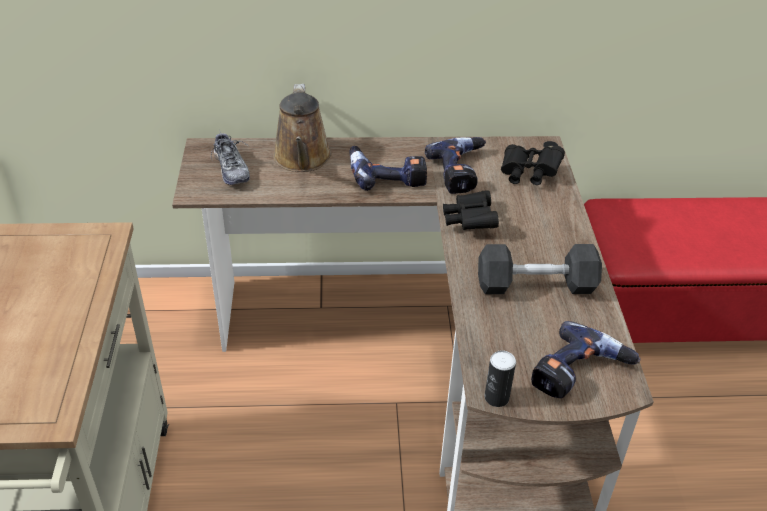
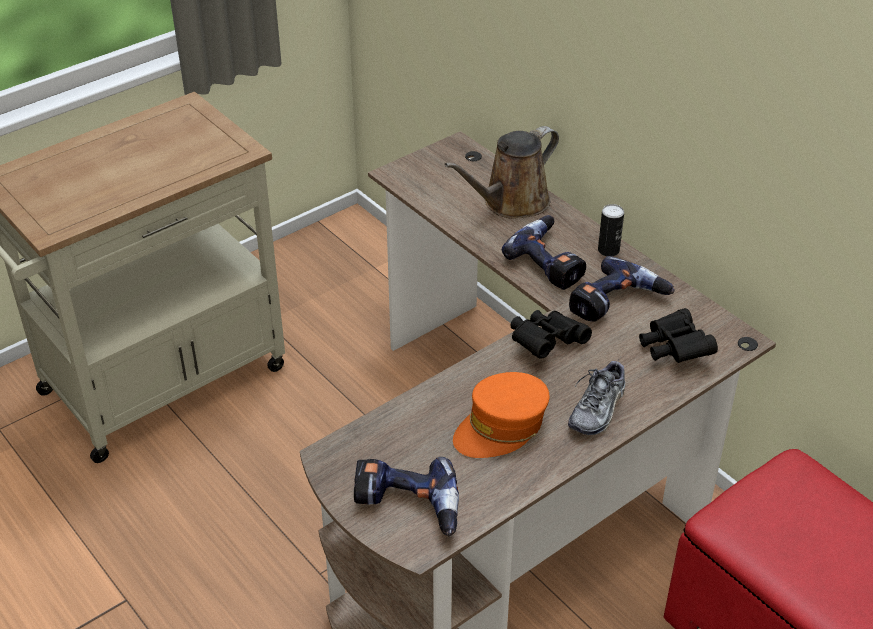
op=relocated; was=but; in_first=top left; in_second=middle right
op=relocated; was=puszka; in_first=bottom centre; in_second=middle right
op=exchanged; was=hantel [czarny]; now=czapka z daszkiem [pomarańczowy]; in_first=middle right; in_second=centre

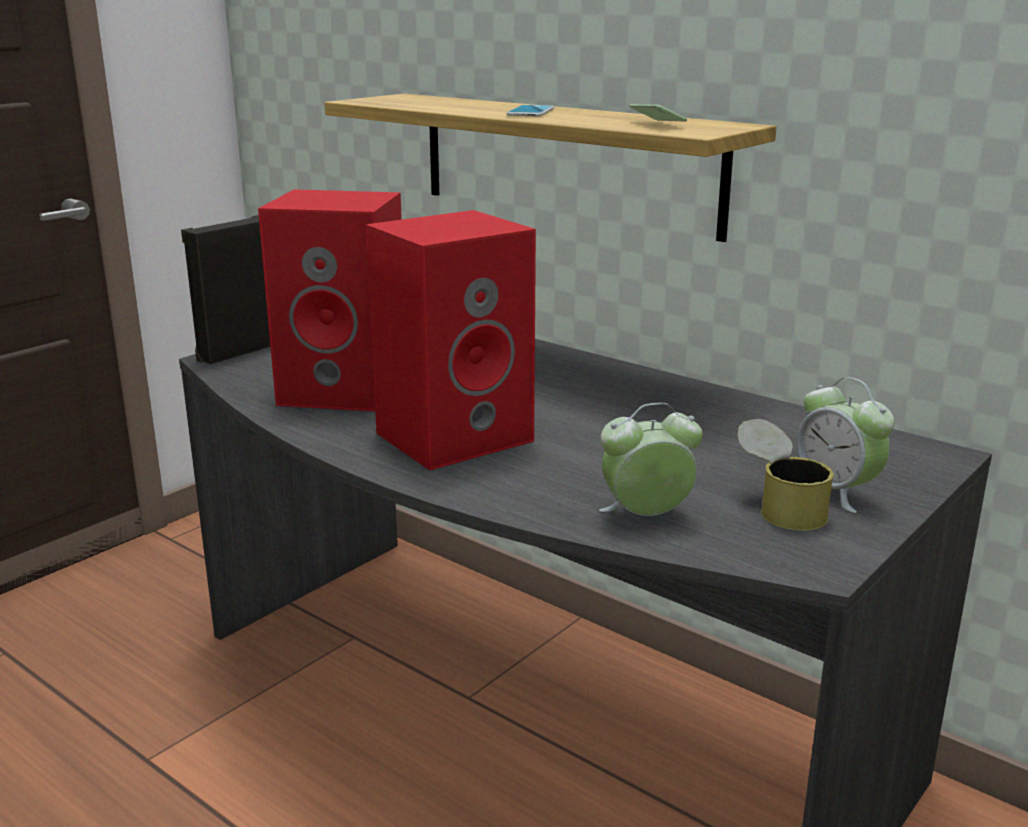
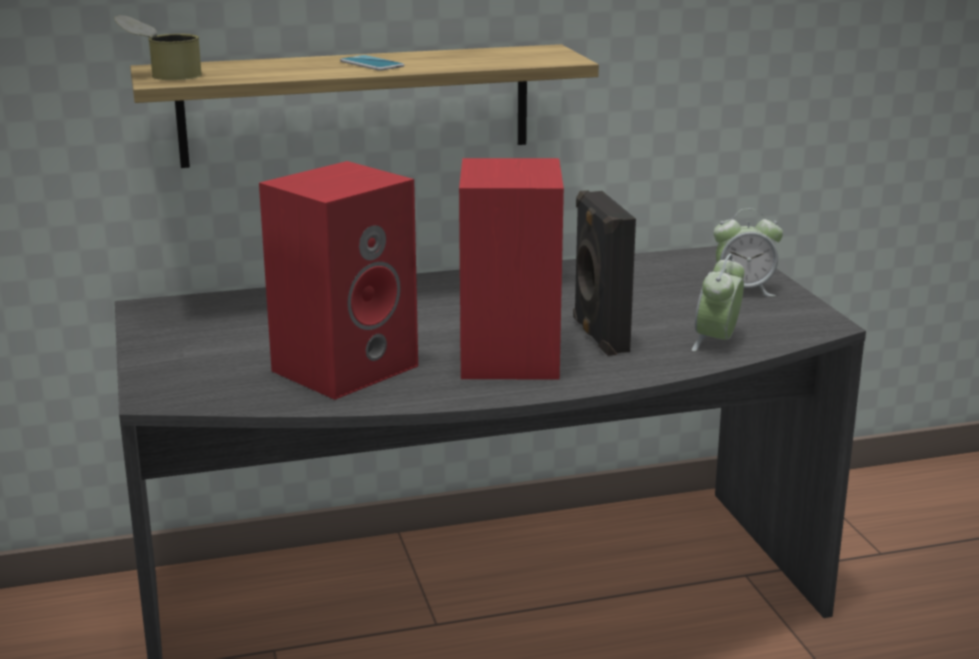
op=missing; was=telefon (no. 2 from left); in_first=top centre
op=relocated; was=głośnik [czarny]; in_first=middle left; in_second=centre
op=relocated; was=puszka; in_first=middle right; in_second=top left

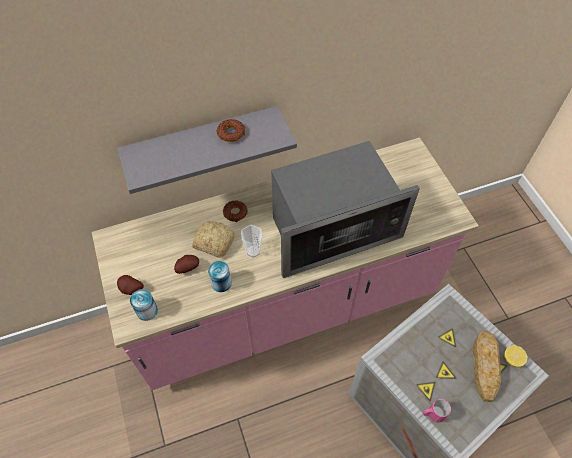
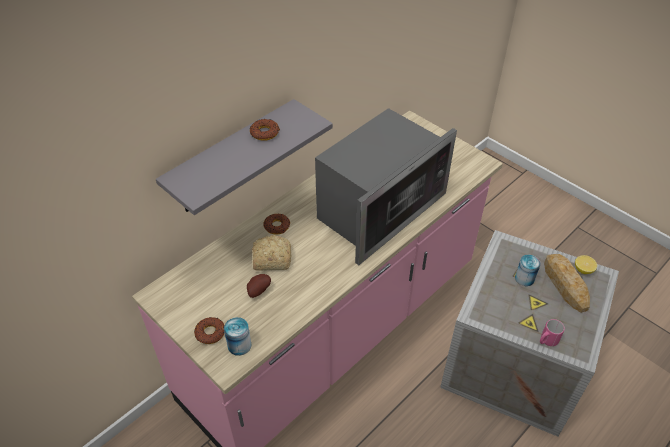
op=missing; was=filiżanka; in_first=centre
op=relocated; was=puszka (no. 2 from left); in_first=centre; in_second=middle right
op=exchanged; was=ziemniak (no. 1 from left); now=donut (no. 1 from left); in_first=middle left; in_second=bottom left

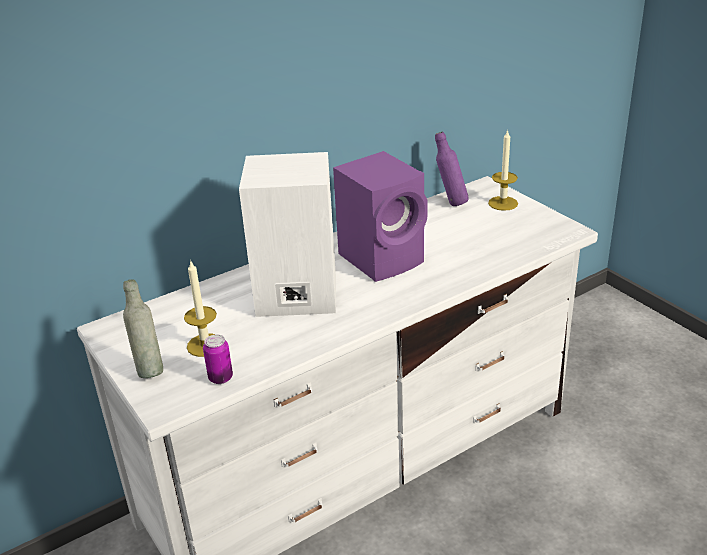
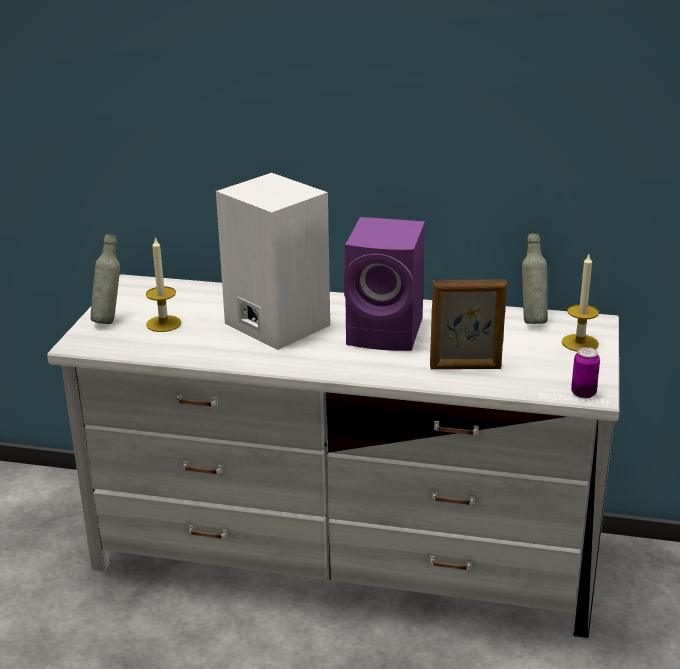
op=appeared; now=ramka na zdjęcie; in_second=middle right
op=relocated; was=puszka; in_first=middle left; in_second=middle right
op=colour; was=butelka [fioletowy]; now=butelka [szary] (no. 2 from left); in_first=top centre; in_second=middle right

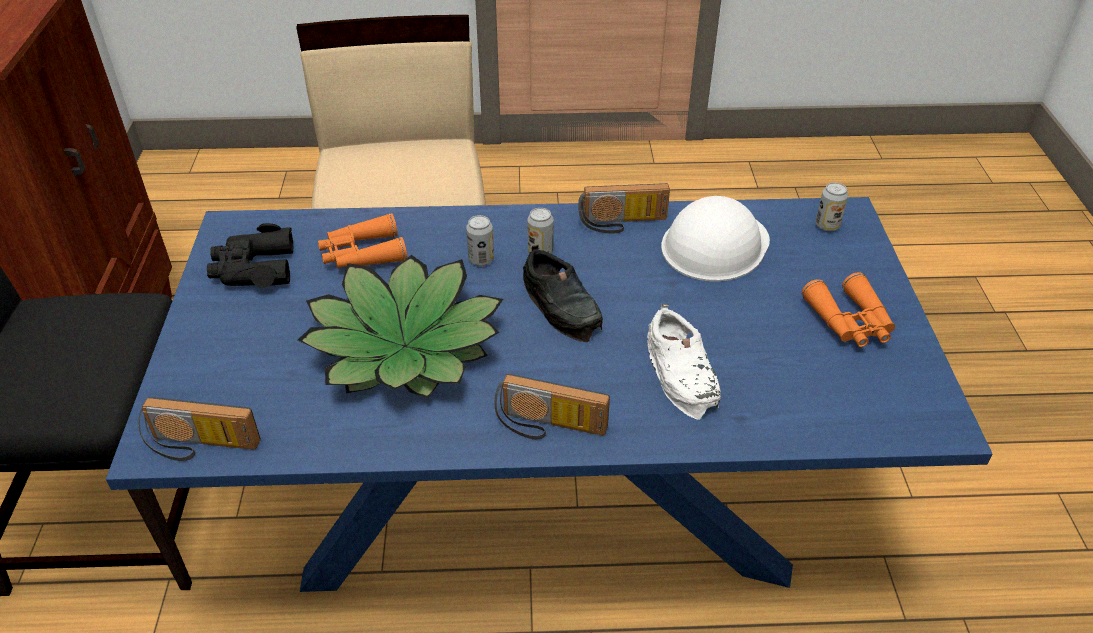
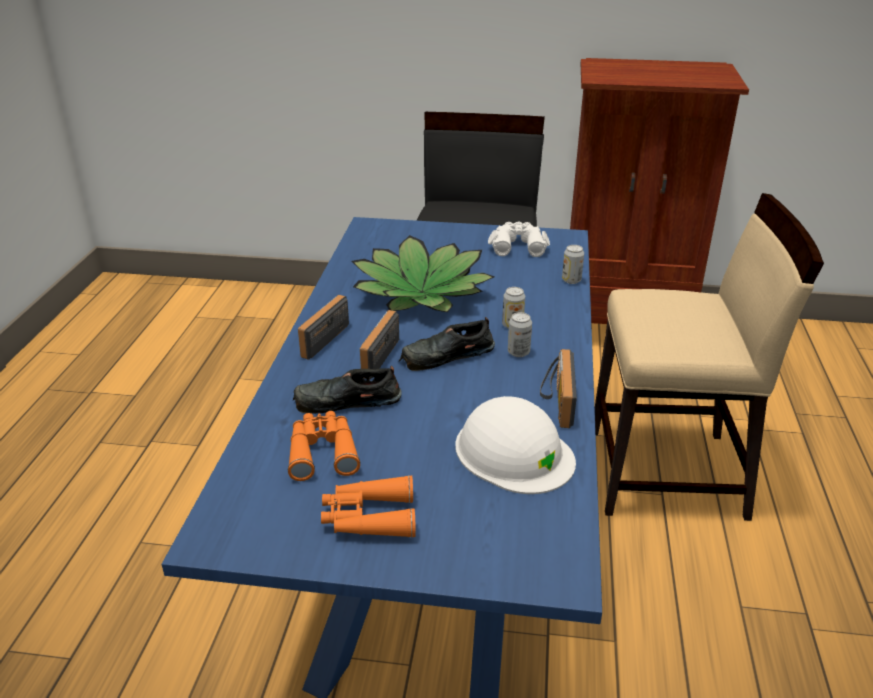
op=relocated; was=radio (no. 1 from left in the first image); now=radio (no. 2 from left); in_first=bottom left; in_second=centre
op=relocated; was=lornetka [pomarańczowy] (no. 1 from left); in_first=middle left; in_second=centre
op=relocated; was=puszka (no. 3 from left); in_first=top right; in_second=centre
op=colour; was=lornetka [czarny]; now=lornetka [biały]; in_first=middle left; in_second=centre
op=colour; was=but [biały]; now=but [czarny] (no. 1 from left); in_first=centre; in_second=centre

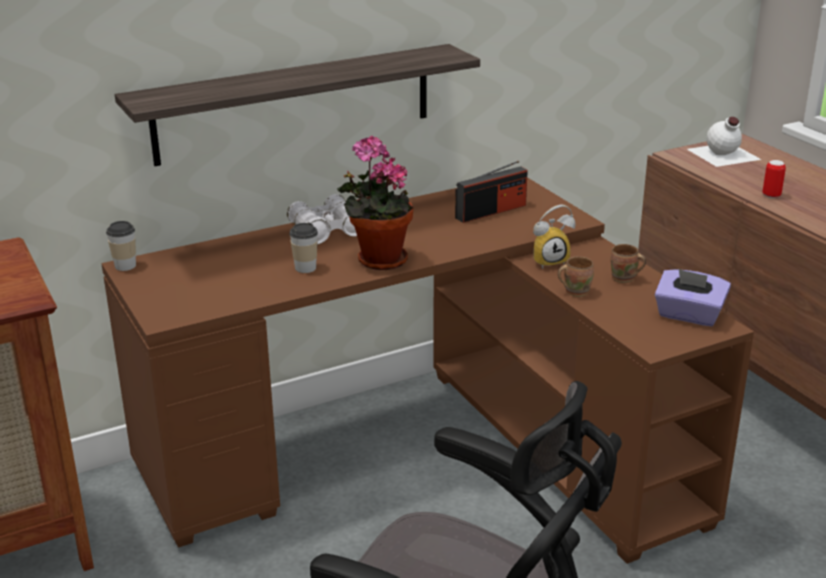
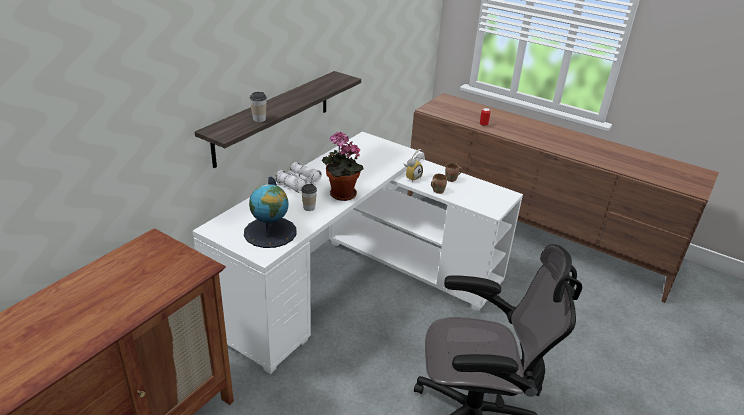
op=missing; was=radio; in_first=top centre
op=missing; was=pudełko chusteczek [fioletowy]; in_first=middle right
op=missing; was=butelka [biały]; in_first=top right
op=appeared; now=globus; in_second=centre
op=relocated; was=filiżanka (no. 1 from left); in_first=middle left; in_second=top centre
op=colour; was=biurko [brązowy]; now=biurko [biały]; in_first=centre; in_second=centre

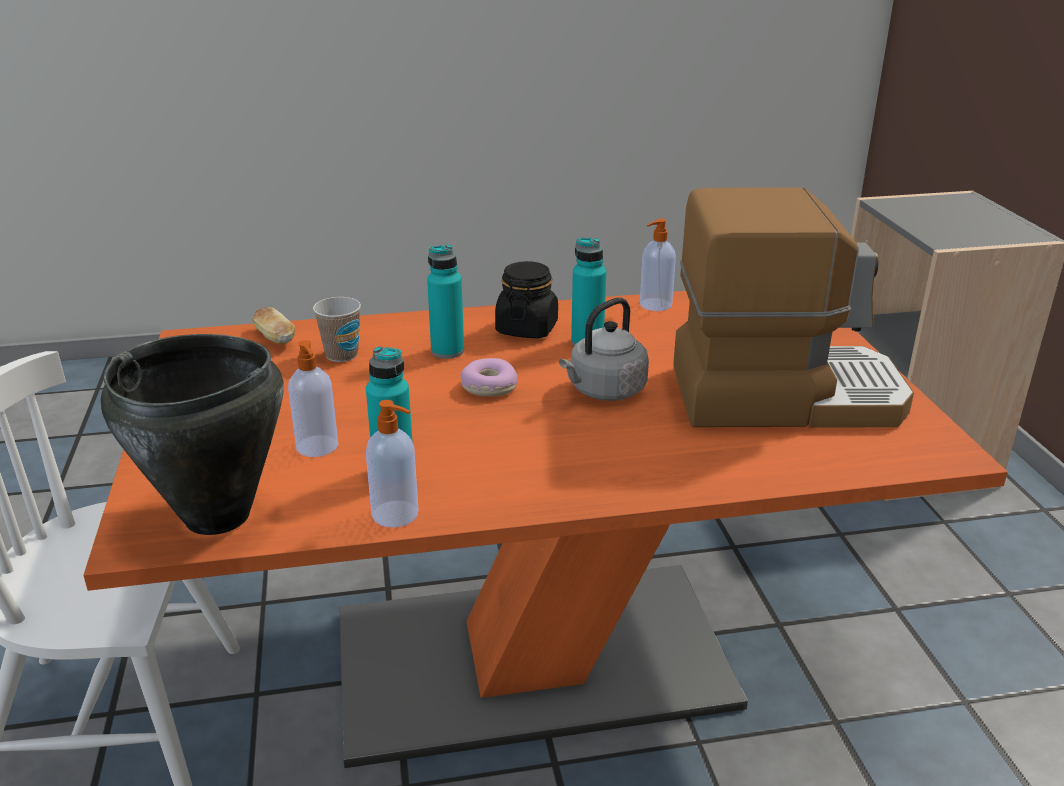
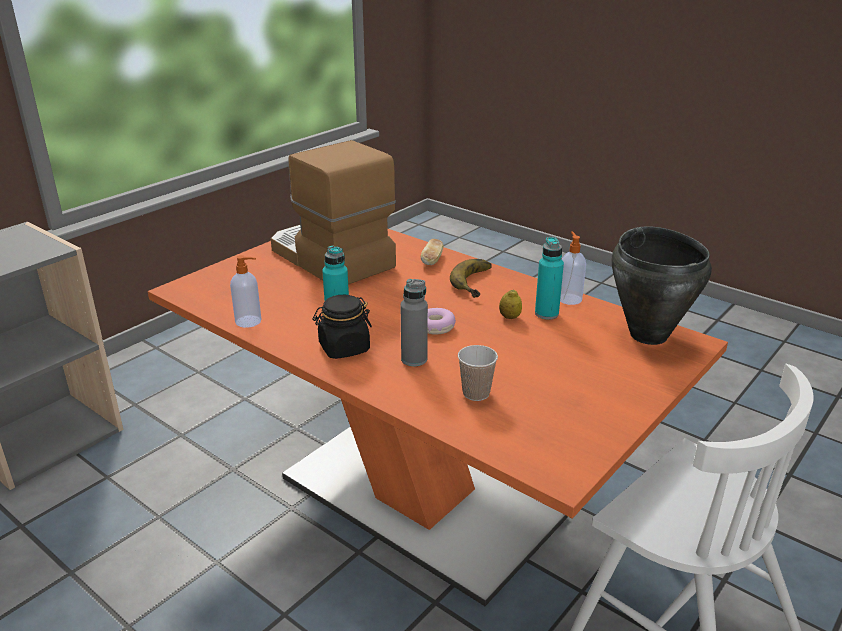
op=missing; was=dozownik mydła (no. 1 from left); in_first=middle left
op=missing; was=czajnik [szary]; in_first=centre
op=appeared; now=banan; in_second=centre
op=appeared; now=cytryna; in_second=centre
op=relocated; was=chleb; in_first=middle left; in_second=centre
op=colour; was=butelka [turkusowy] (no. 2 from left); now=butelka [szary]; in_first=centre; in_second=centre

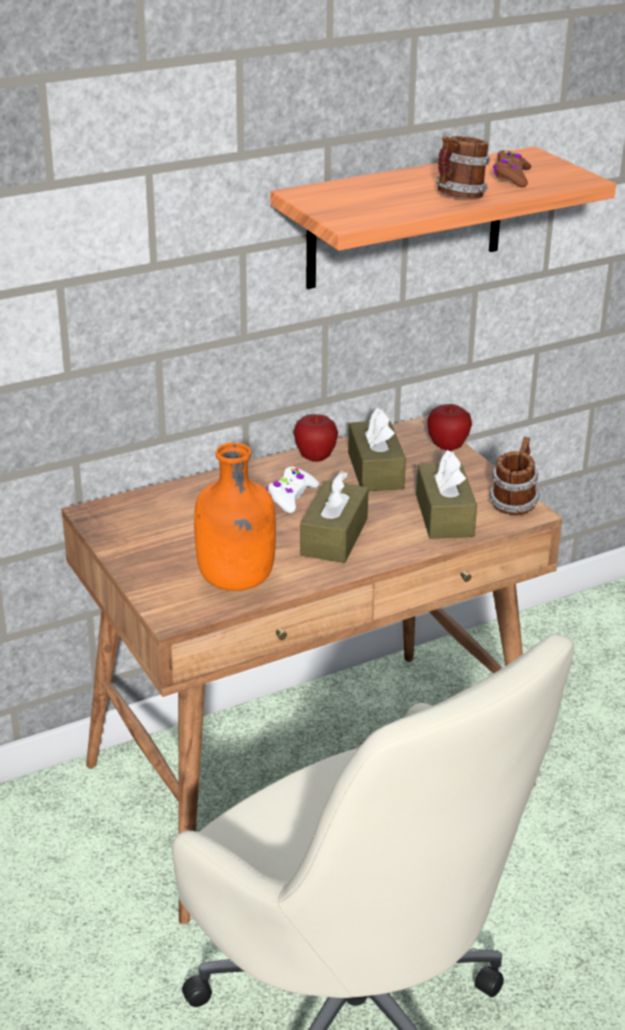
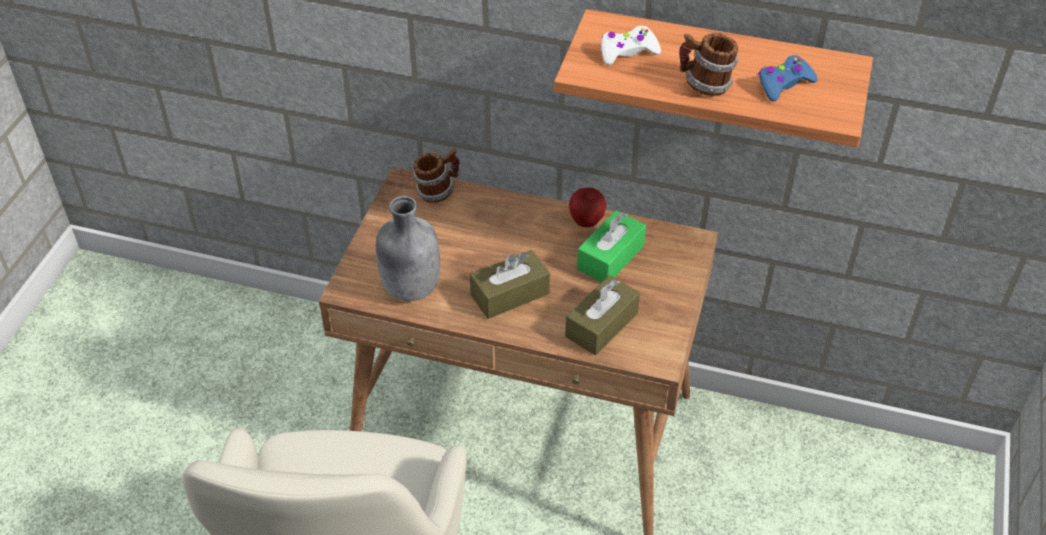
op=missing; was=jabłko (no. 2 from left); in_first=middle right
op=relocated; was=pad do gier [biały]; in_first=centre; in_second=top centre
op=relocated; was=kubek (no. 2 from left in the first image); now=kubek (no. 1 from left); in_first=middle right; in_second=top centre
op=colour; was=butelka [pomarańczowy]; now=butelka [szary]; in_first=centre; in_second=centre
op=colour; was=pudełko chusteczek [brązowy] (no. 2 from left); now=pudełko chusteczek [zielony]; in_first=centre; in_second=centre
op=colour; was=pad do gier [brązowy]; now=pad do gier [niebieski]; in_first=top right; in_second=top right

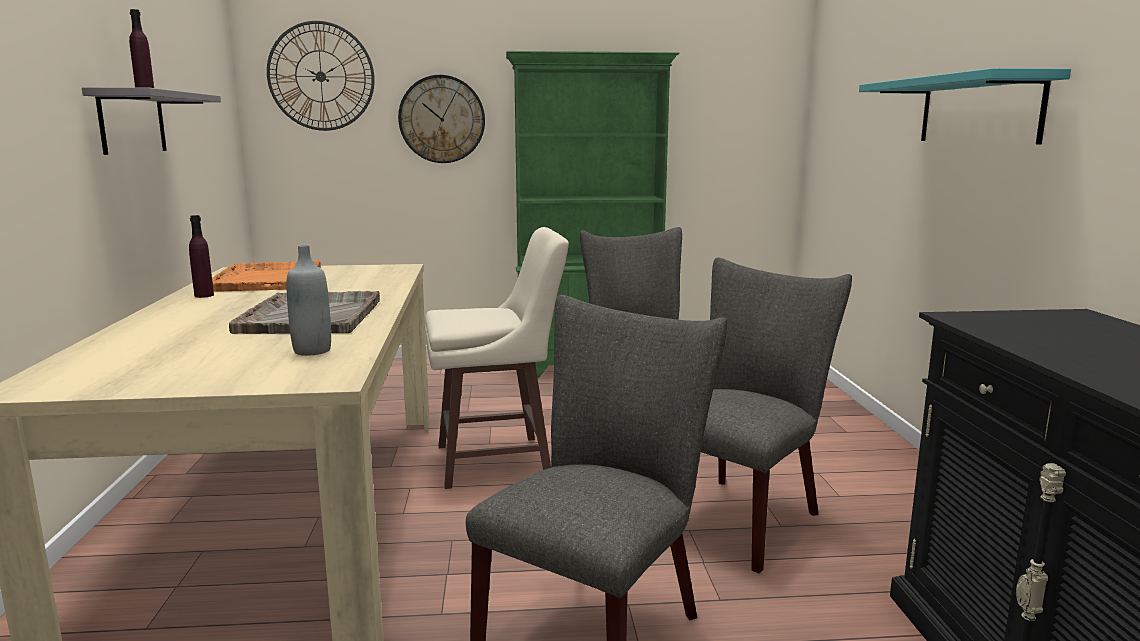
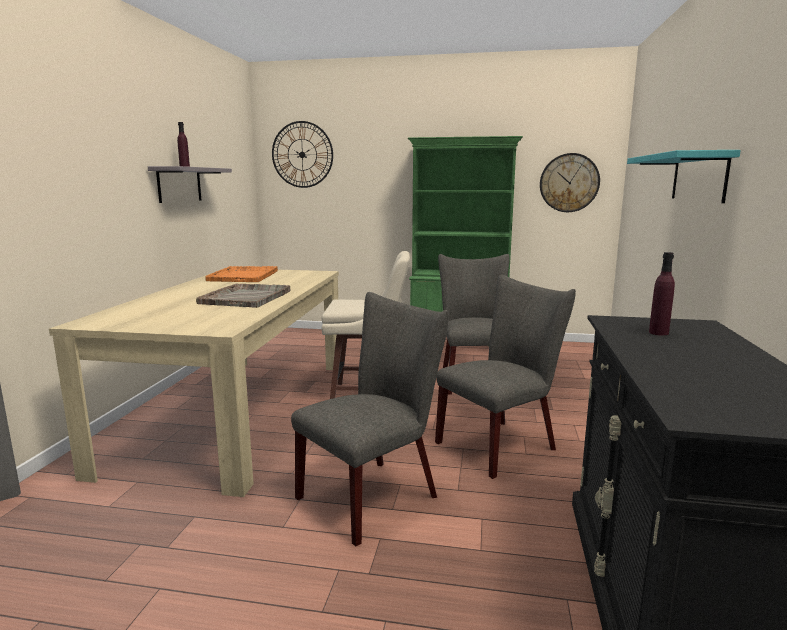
op=missing; was=butelka [szary]; in_first=middle left
op=relocated; was=butelka [fioletowy] (no. 2 from left); in_first=middle left; in_second=middle right
op=relocated; was=zegar ścienny (no. 2 from left); in_first=top centre; in_second=top right

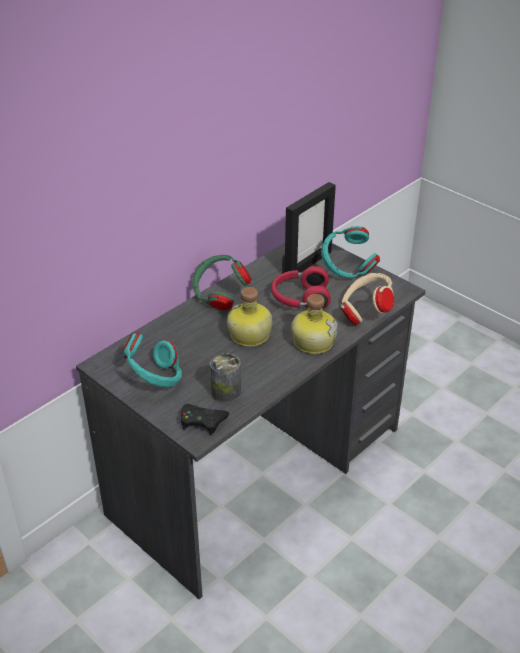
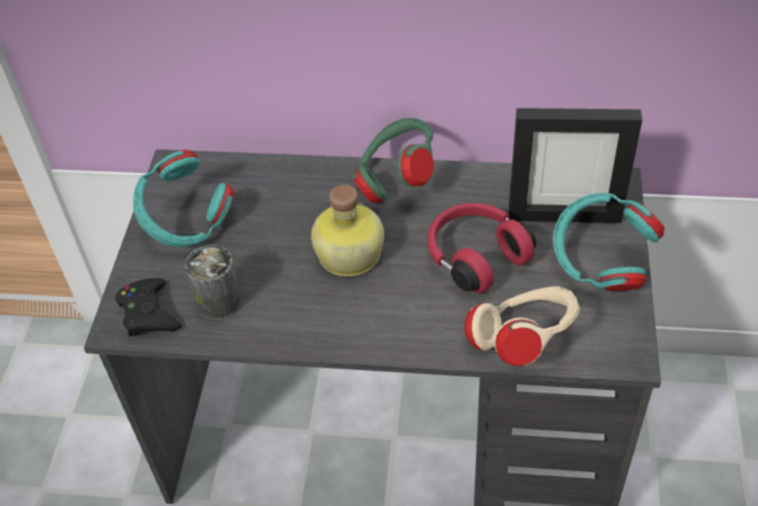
op=missing; was=butelka (no. 2 from left); in_first=centre

